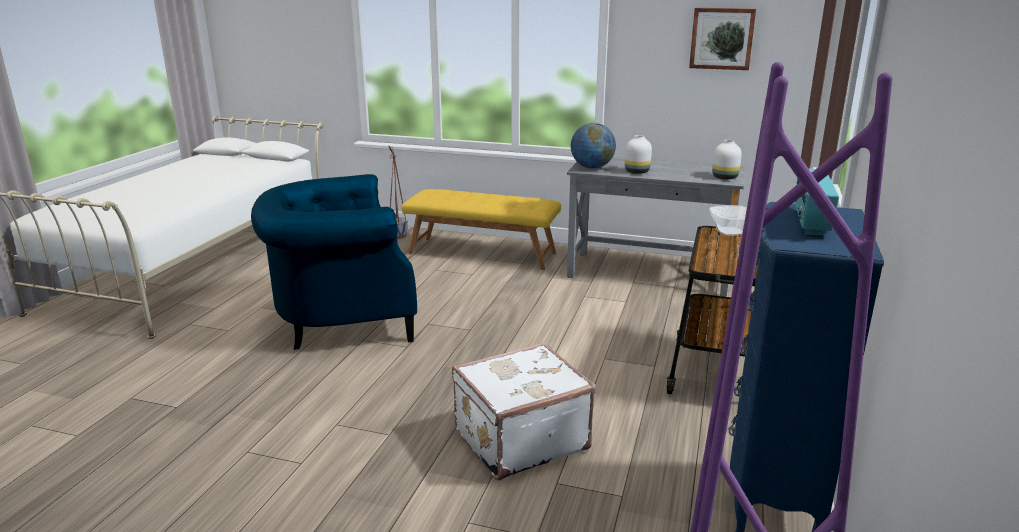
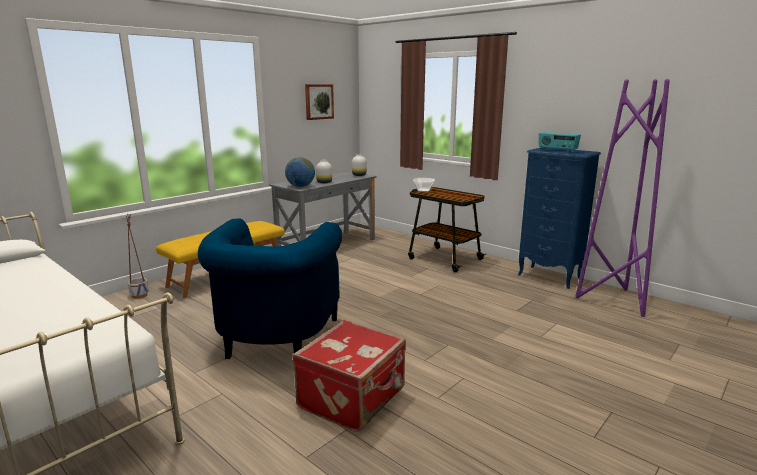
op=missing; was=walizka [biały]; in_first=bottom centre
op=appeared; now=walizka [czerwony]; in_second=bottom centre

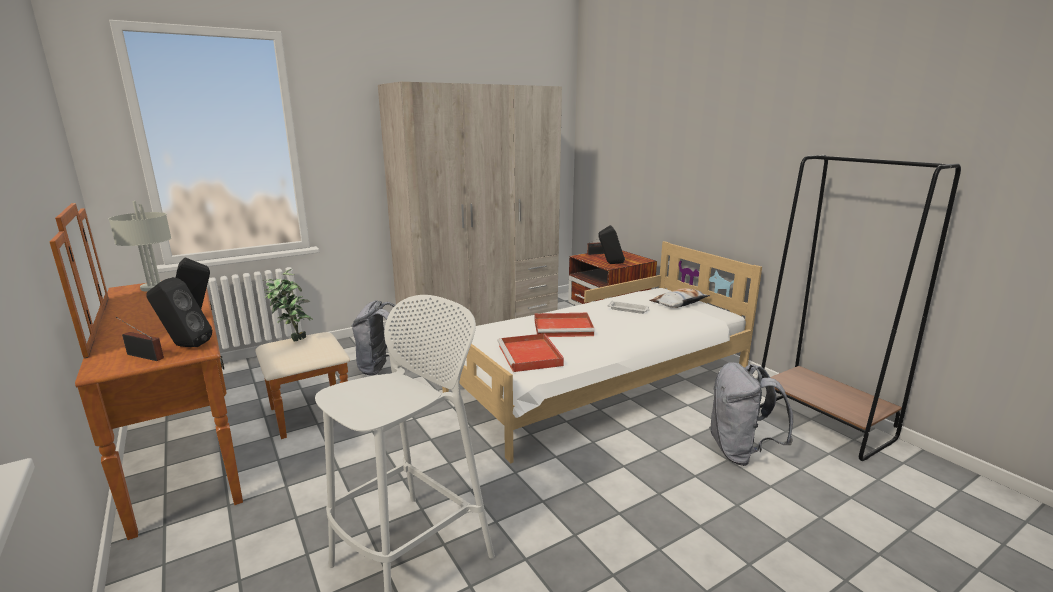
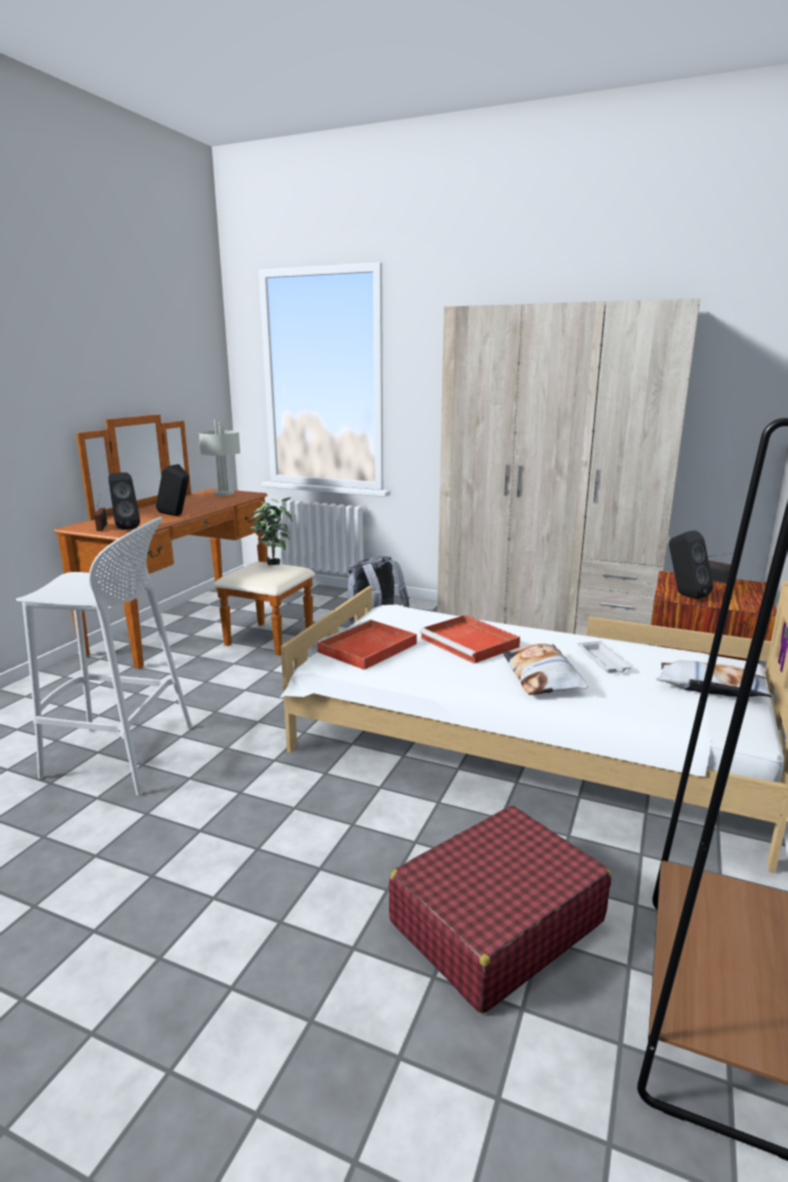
op=appeared; now=poduszka (no. 1 from left); in_second=middle right
op=exchanged; was=plecak [szary] (no. 2 from left); now=walizka [czerwony]; in_first=bottom right; in_second=bottom centre

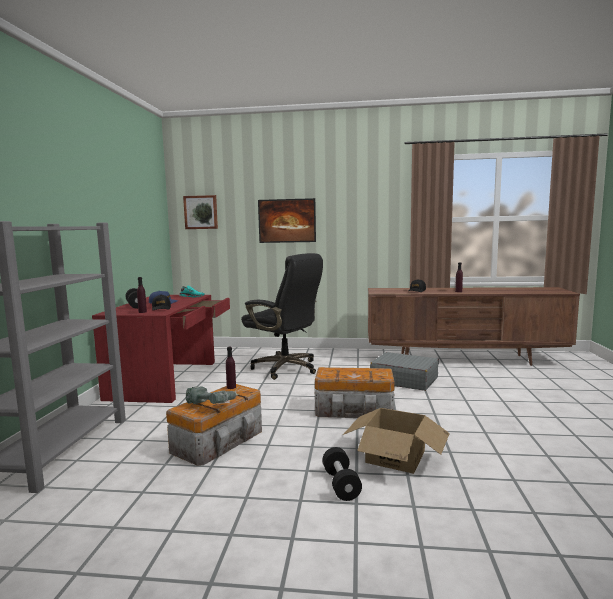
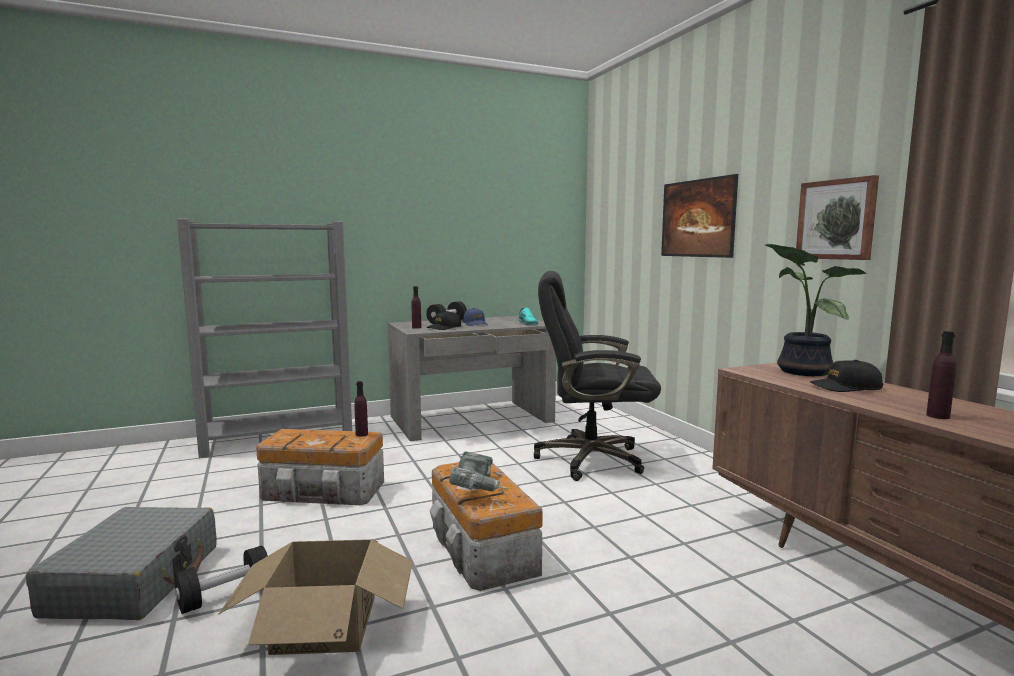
op=appeared; now=roślina doniczkowa; in_second=middle right
op=relocated; was=obraz (no. 1 from left in the first image); now=obraz (no. 2 from left); in_first=middle left; in_second=top right
op=relocated; was=wiertarka; in_first=centre; in_second=bottom centre
op=relocated; was=walizka [szary]; in_first=centre; in_second=bottom left
op=colour; was=biurko [czerwony]; now=biurko [szary]; in_first=middle left; in_second=centre
op=spun; was=krzesło biurowe [czarny]; in_first=centre; in_second=centre; clockwise=90

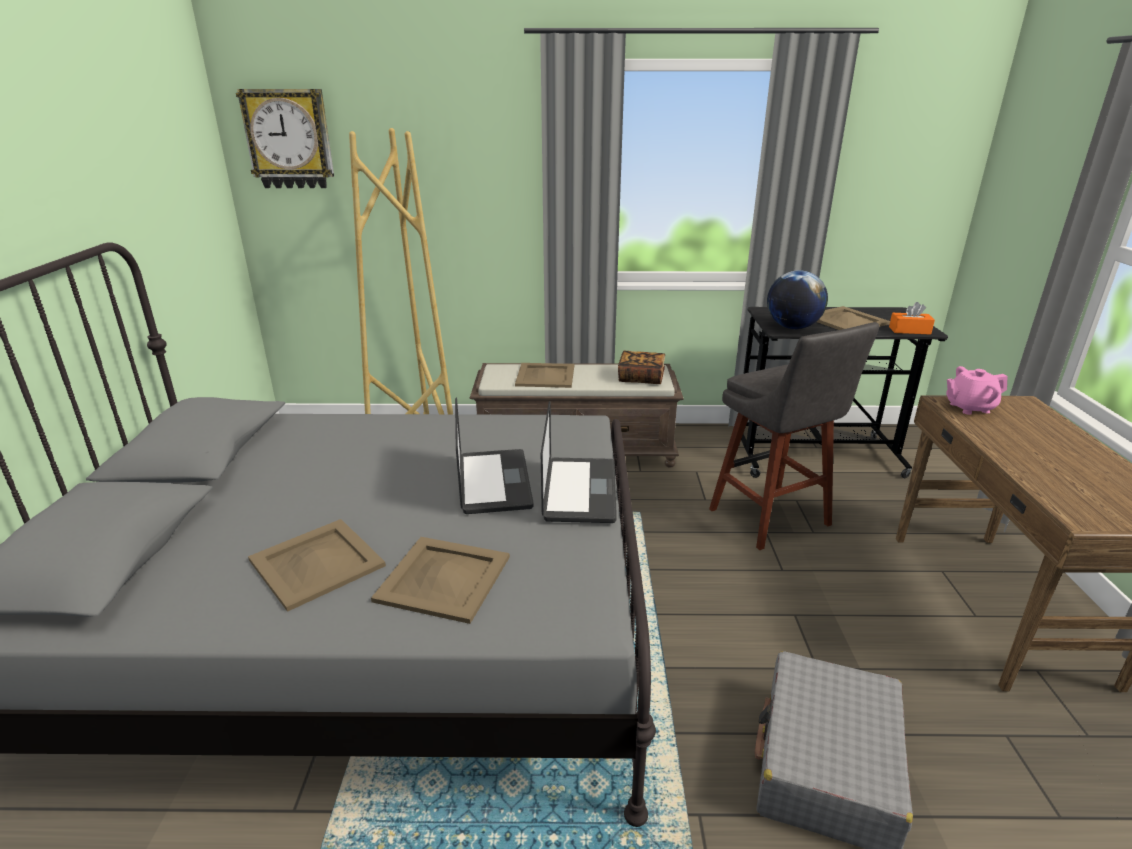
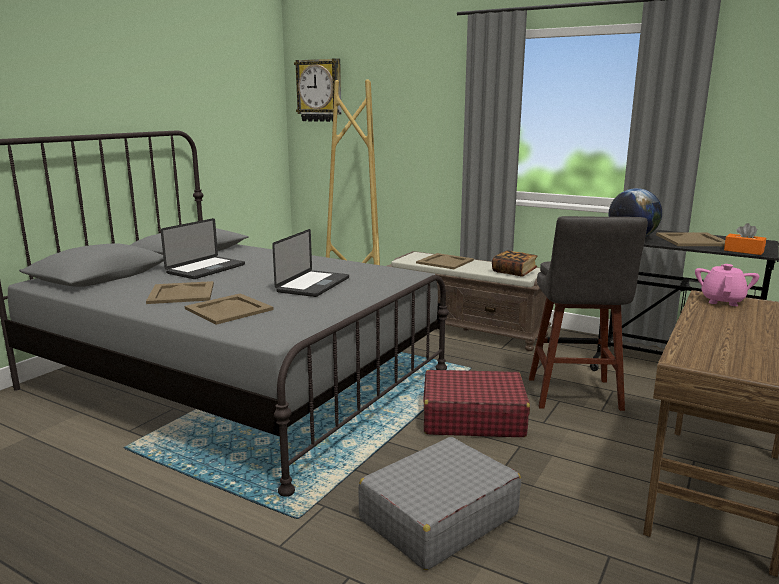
op=appeared; now=walizka [czerwony]; in_second=bottom centre
op=relocated; was=laptop (no. 2 from left in the first image); now=laptop (no. 1 from left); in_first=centre; in_second=middle left
op=spun; was=imbryk [różowy]; in_first=middle right; in_second=middle right; clockwise=90

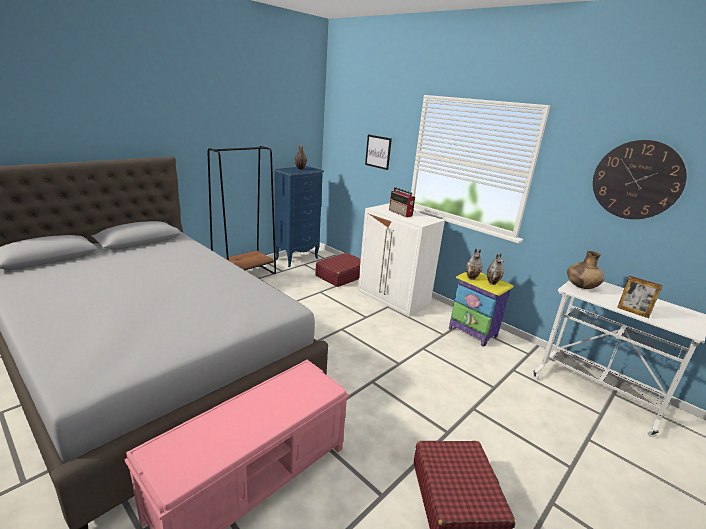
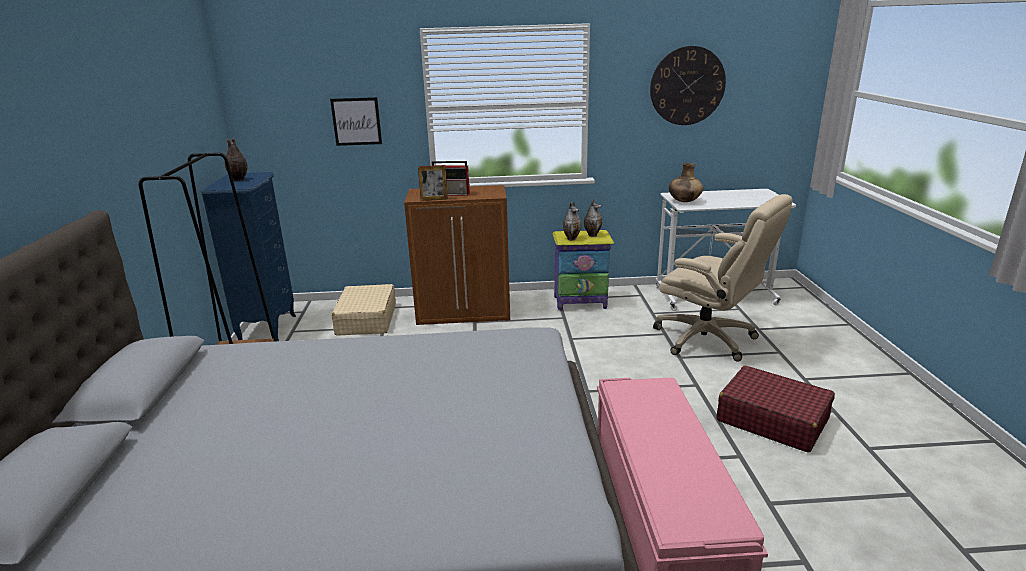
op=appeared; now=krzesło biurowe [beżowy]; in_second=middle right
op=relocated; was=ramka na zdjęcie; in_first=middle right; in_second=top centre
op=colour; was=walizka [czerwony] (no. 1 from left); now=walizka [beżowy]; in_first=centre; in_second=centre
op=colour; was=szafka [biały]; now=szafka [brązowy]; in_first=centre; in_second=centre

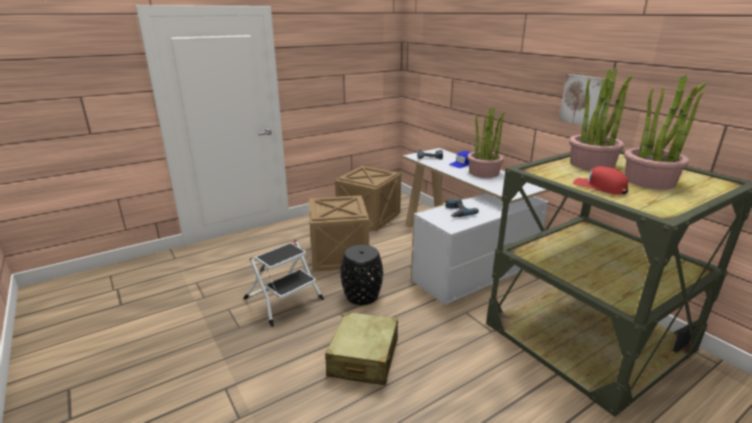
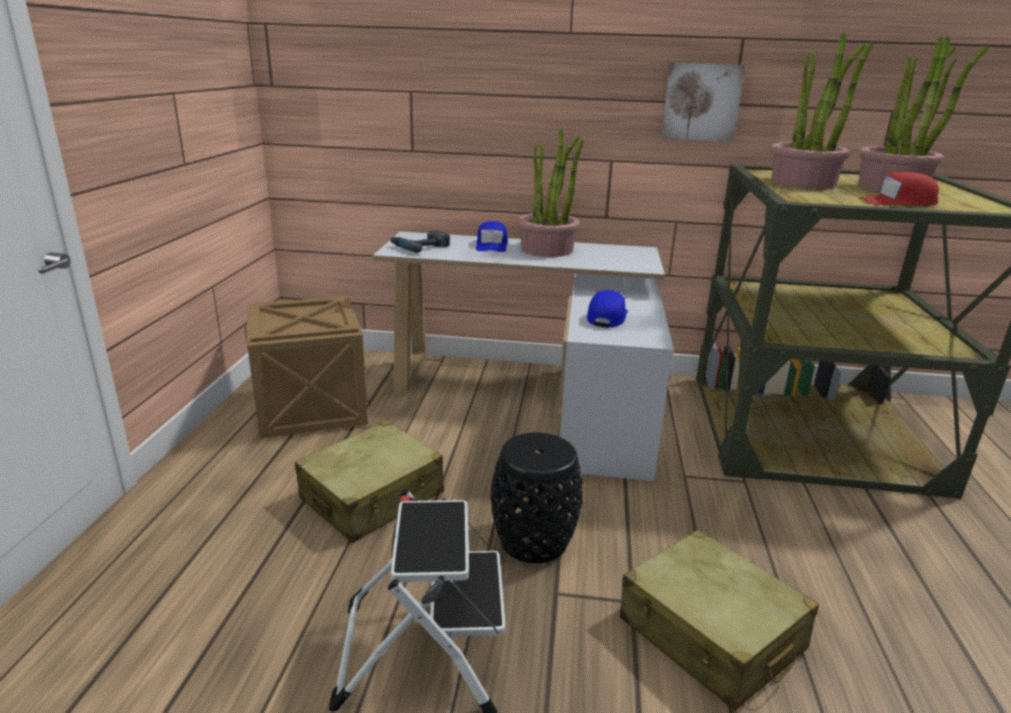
op=exchanged; was=skrzynka (no. 1 from left); now=walizka [beżowy] (no. 1 from left); in_first=centre; in_second=bottom centre
op=exchanged; was=wiertarka (no. 2 from left); now=czapka z daszkiem [niebieski] (no. 2 from left); in_first=centre; in_second=centre

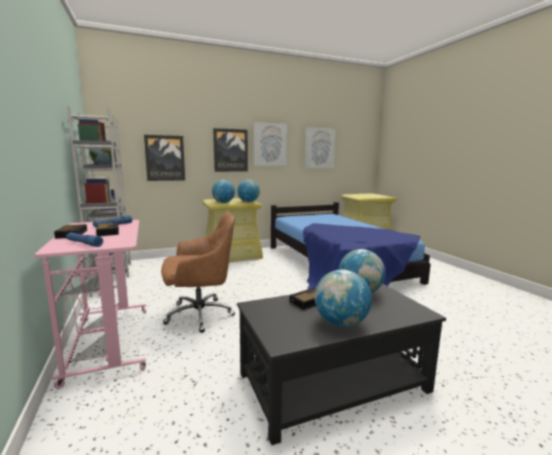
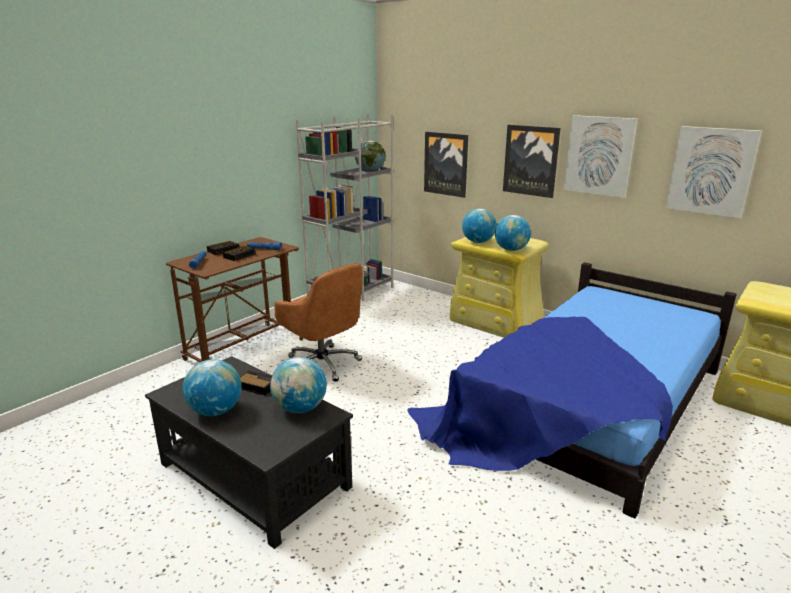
op=colour; was=biurko [różowy]; now=biurko [brązowy]; in_first=bottom left; in_second=middle left

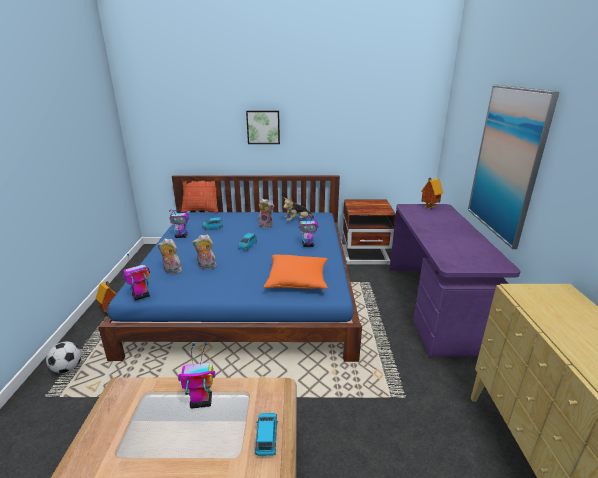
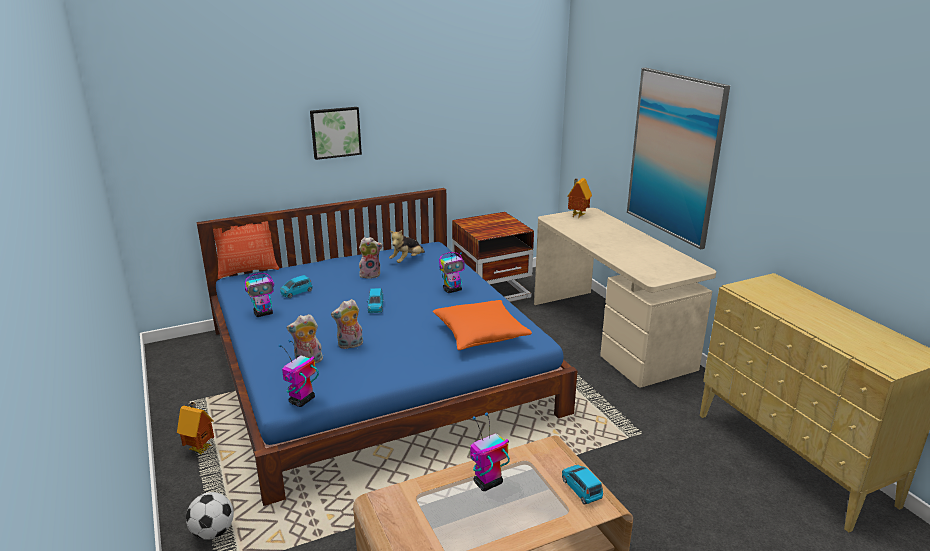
op=colour; was=biurko [fioletowy]; now=biurko [beżowy]; in_first=middle right; in_second=middle right

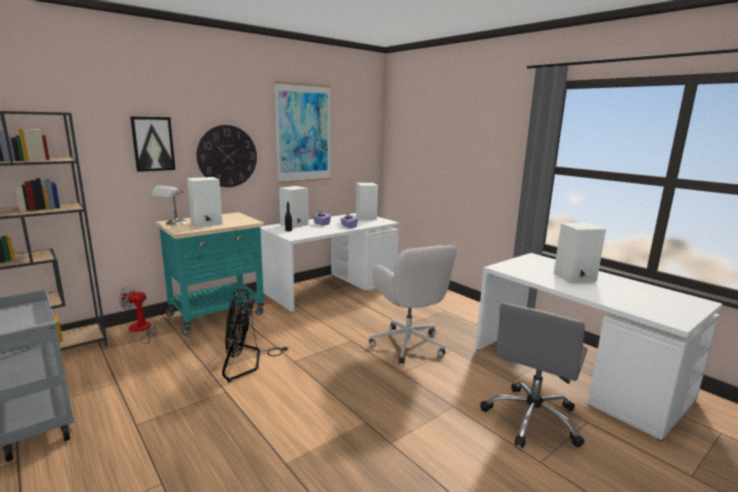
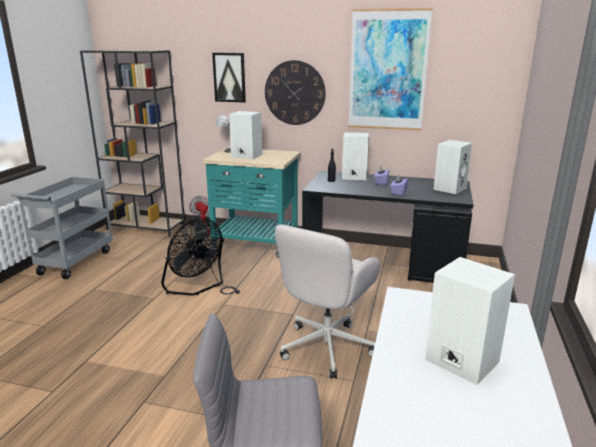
op=colour; was=biurko [biały] (no. 1 from left); now=biurko [czarny]; in_first=centre; in_second=centre

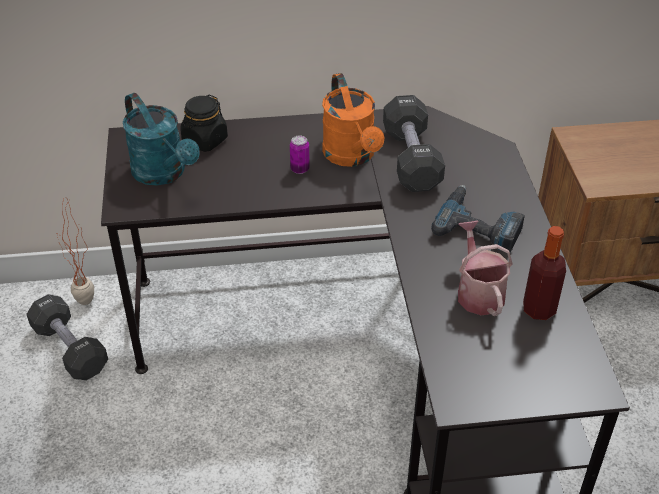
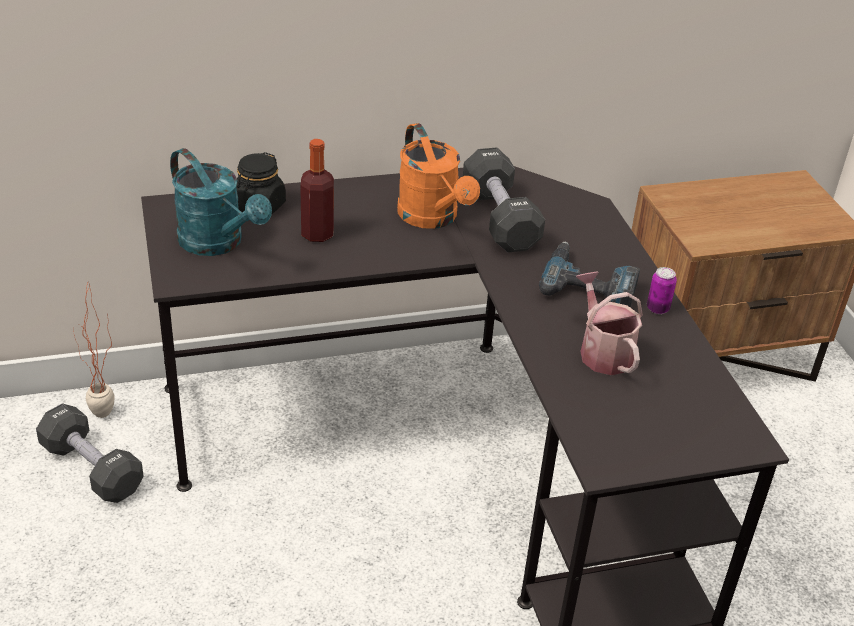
op=relocated; was=puszka; in_first=top centre; in_second=middle right
op=relocated; was=butelka; in_first=middle right; in_second=top centre

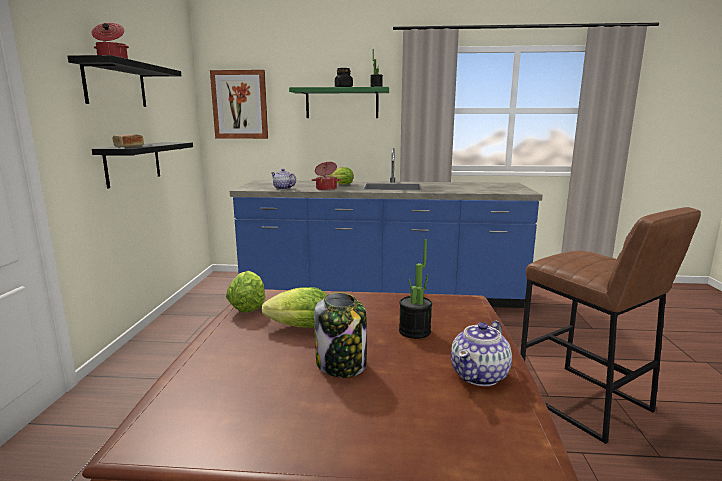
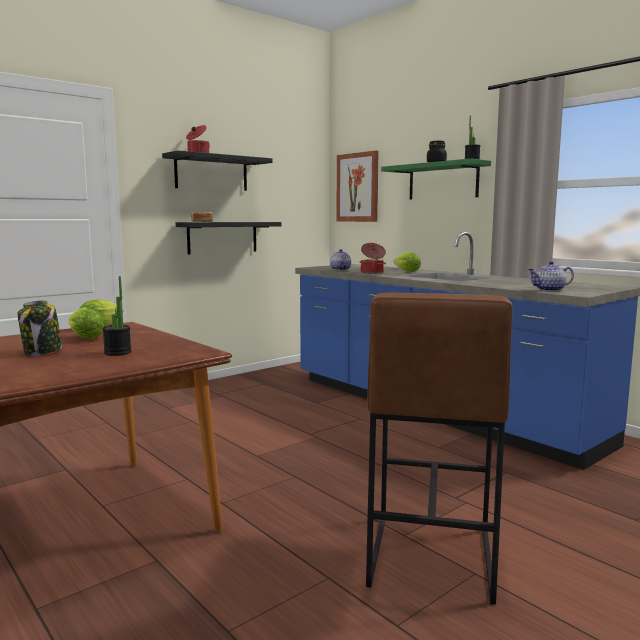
op=relocated; was=imbryk (no. 2 from left); in_first=bottom centre; in_second=middle right

